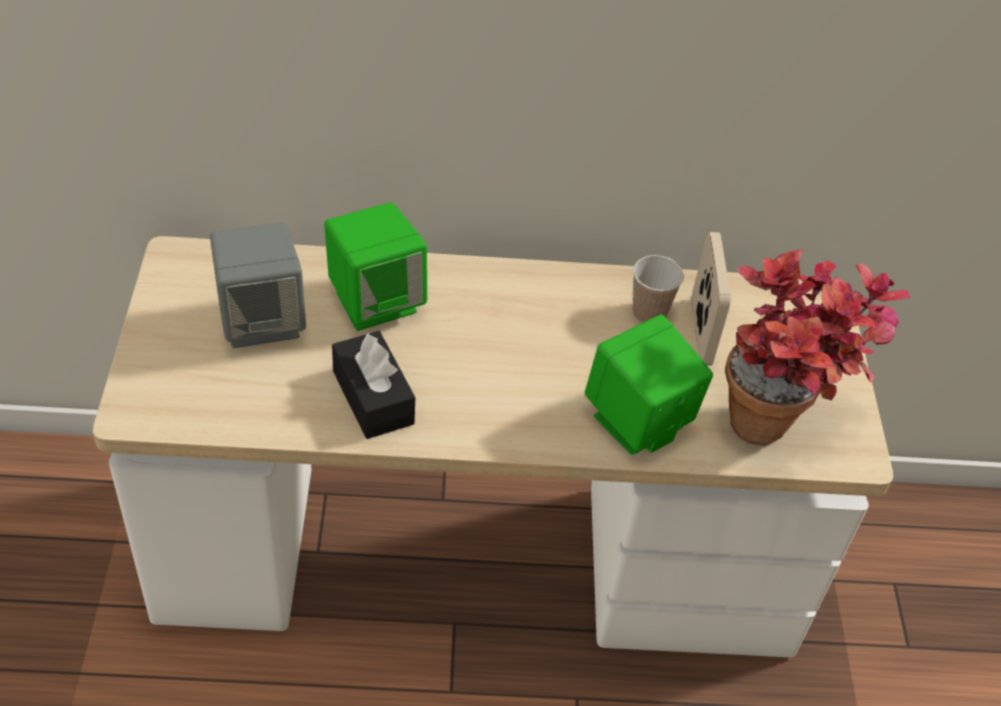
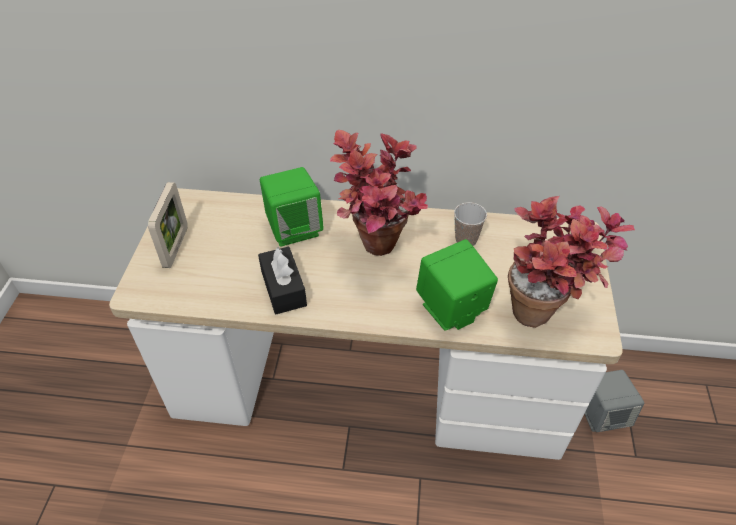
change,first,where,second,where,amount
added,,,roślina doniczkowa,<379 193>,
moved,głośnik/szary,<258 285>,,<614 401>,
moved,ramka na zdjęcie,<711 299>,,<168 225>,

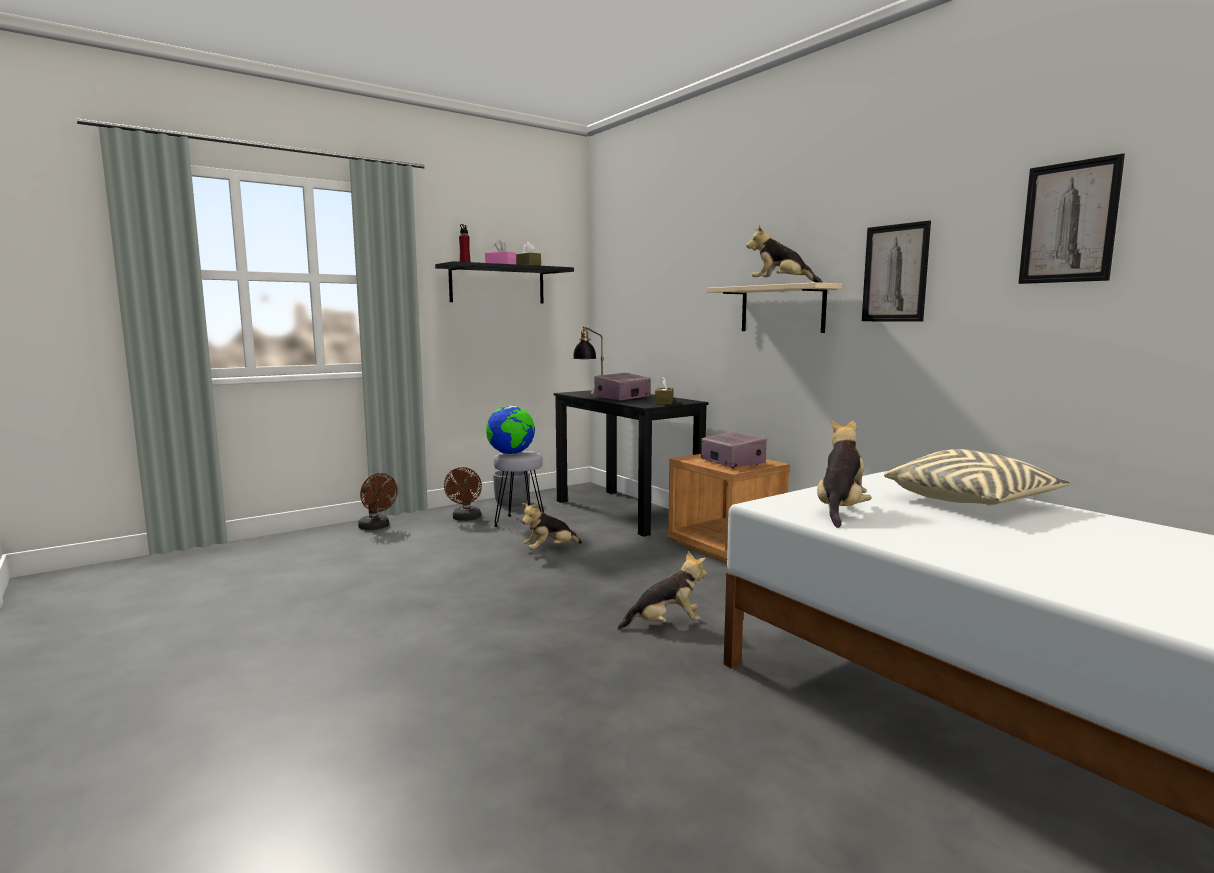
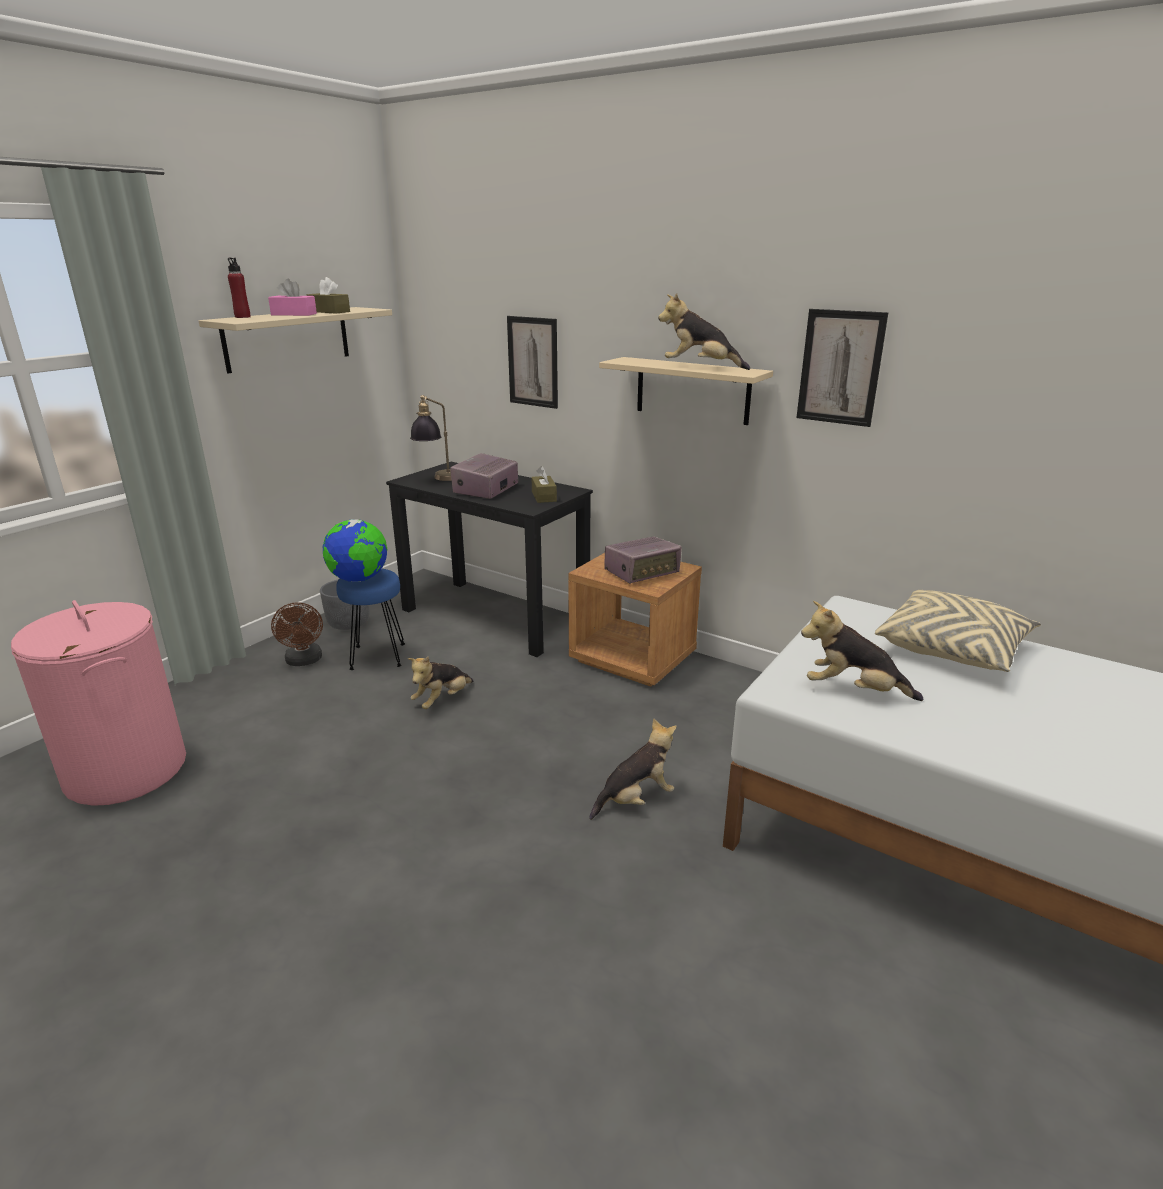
change,first,where,second,where,amount
removed,wentylator/brązowy,<378 501>,,,
added,,,kosz na pranie/różowy,<98 703>,
moved,obraz,<1071 218>,,<532 362>,
recoloured,półka/czarny,<504 282>,półka/beżowy,<295 340>,
recoloured,stołek/szary,<519 490>,stołek/niebieski,<370 619>,
turned,radio,<734 449>,,<643 560>,105 degrees clockwise
turned,pluszak,<844 473>,,<862 651>,75 degrees counterclockwise

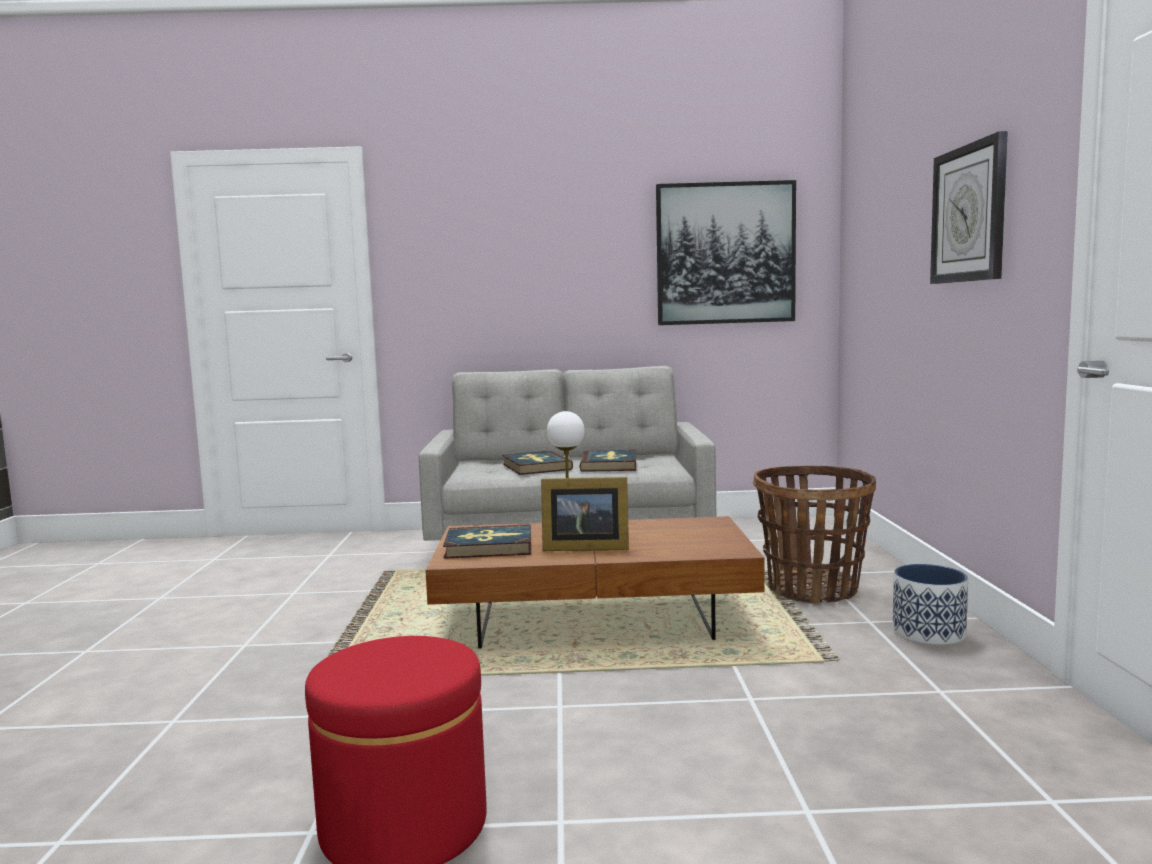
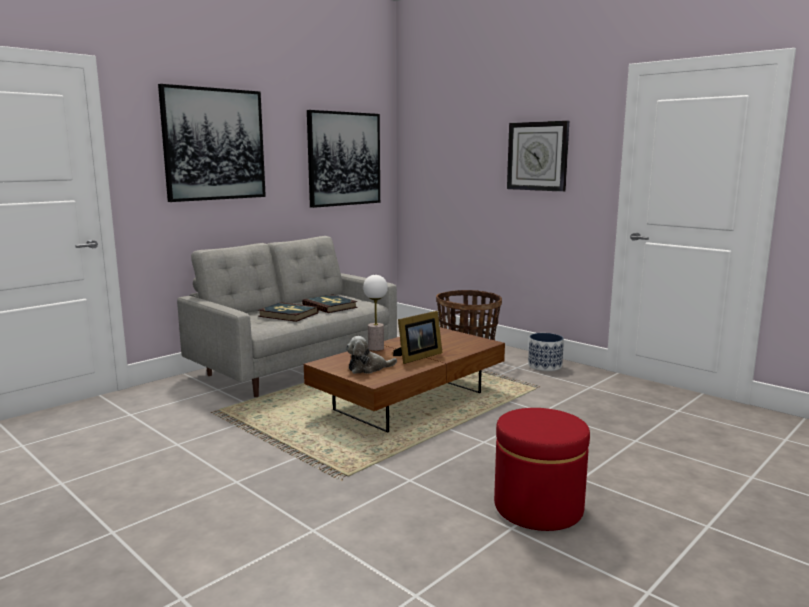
change,first,where,second,where,amount
added,,,obraz,<212 143>,
replaced,książka,<487 541>,pluszak,<371 355>,

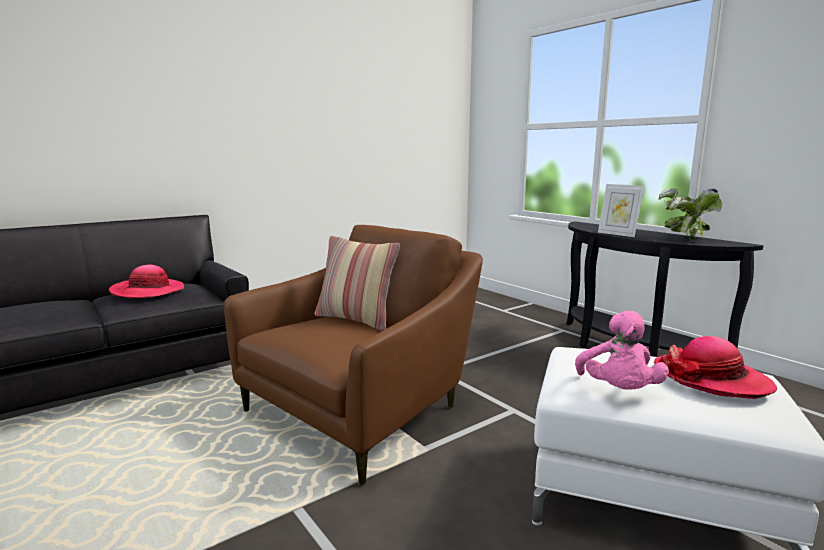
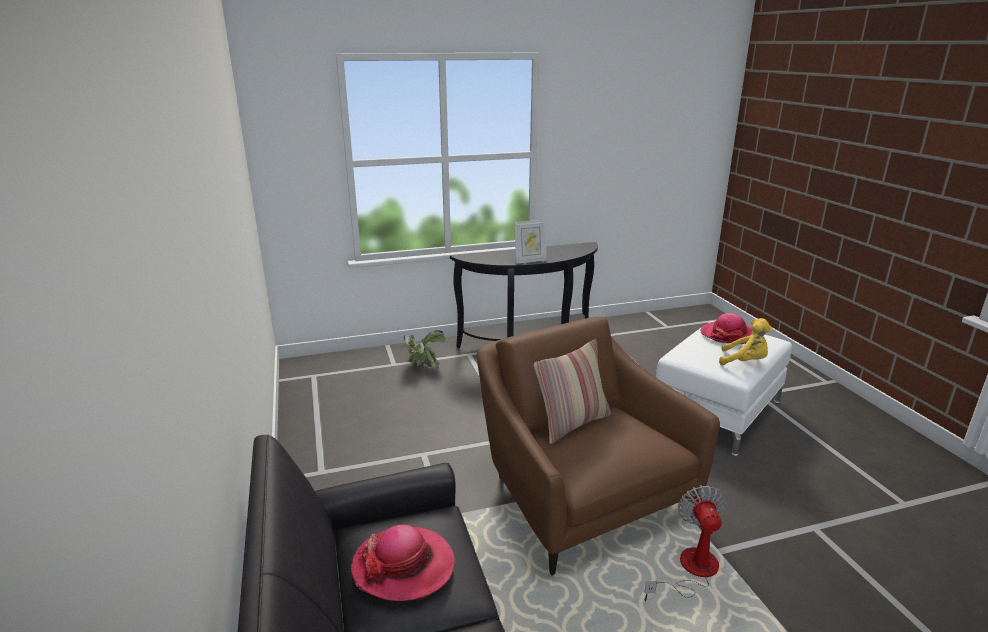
change,first,where,second,where,amount
added,,,wentylator,<685 543>,
moved,roślina doniczkowa,<690 214>,,<424 349>,
recoloured,pluszak/różowy,<622 350>,pluszak/żółty,<746 341>,

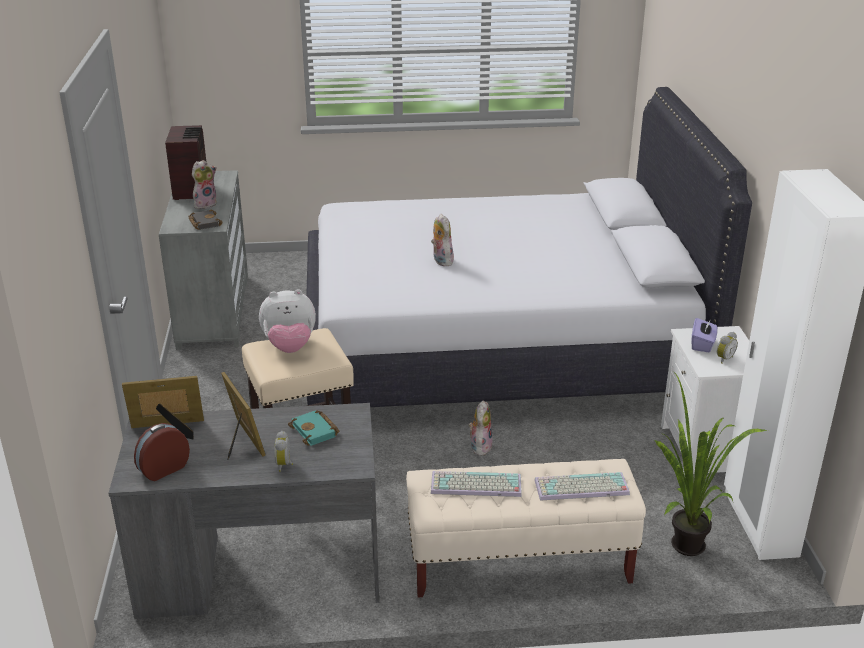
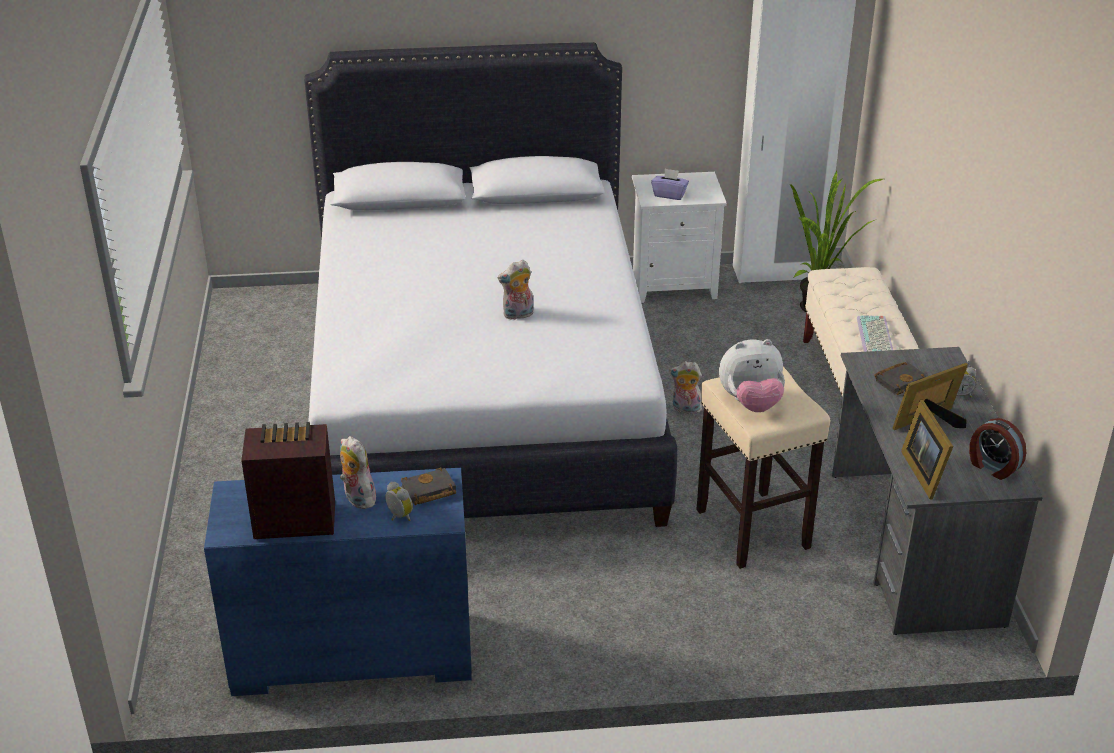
change,first,where,second,where,amount
removed,klawiatura,<582 486>,,,
moved,budzik,<727 348>,,<399 501>,
recoloured,komoda/szary,<203 260>,komoda/niebieski,<338 582>,
recoloured,książka/turkusowy,<313 428>,książka/czarny,<900 378>,
turned,pluszak,<287 321>,,<752 375>,90 degrees clockwise

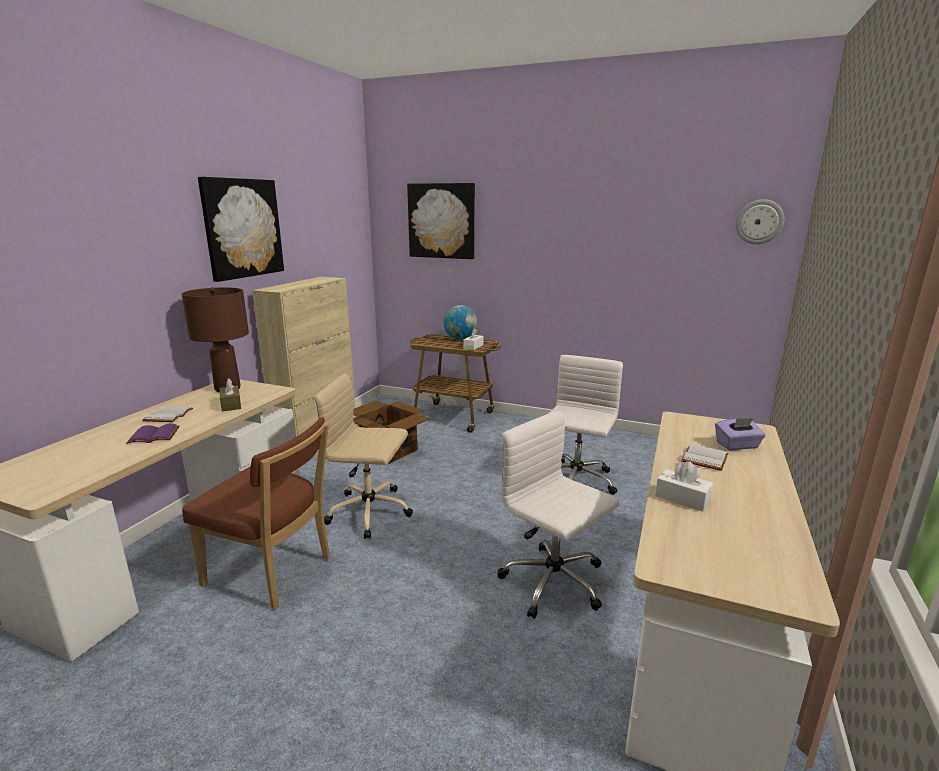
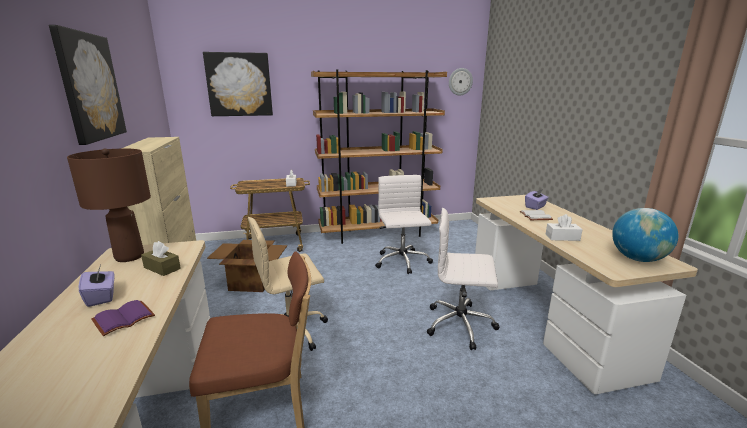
change,first,where,second,where,amount
added,,,regał/brązowy,<379 156>,
moved,globus,<461 322>,,<645 235>,
replaced,książka/biały,<167 414>,pudełko chusteczek/fioletowy,<97 286>,

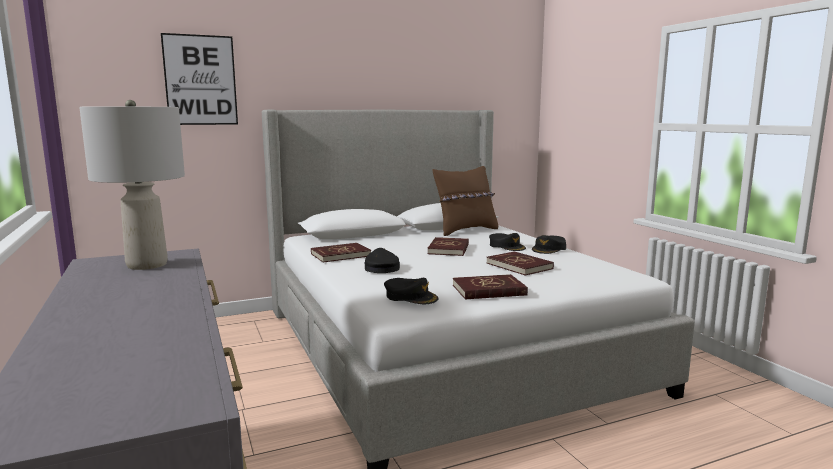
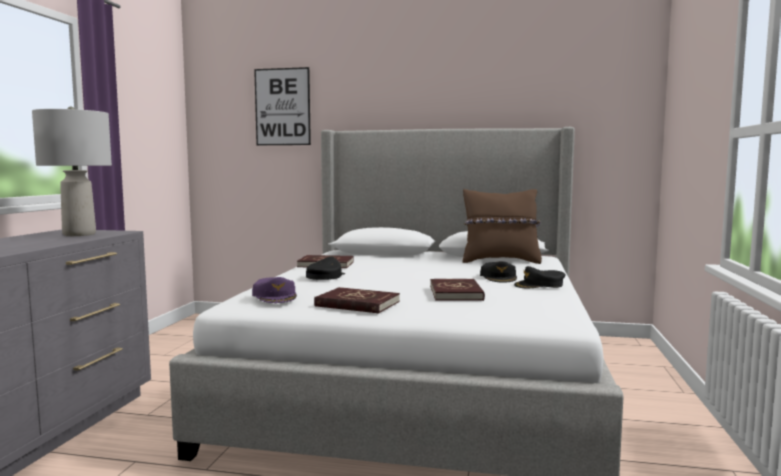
change,first,where,second,where,amount
removed,książka/czerwony,<448 246>,,,
recoloured,czapka z daszkiem/czarny,<411 291>,czapka z daszkiem/fioletowy,<274 290>,

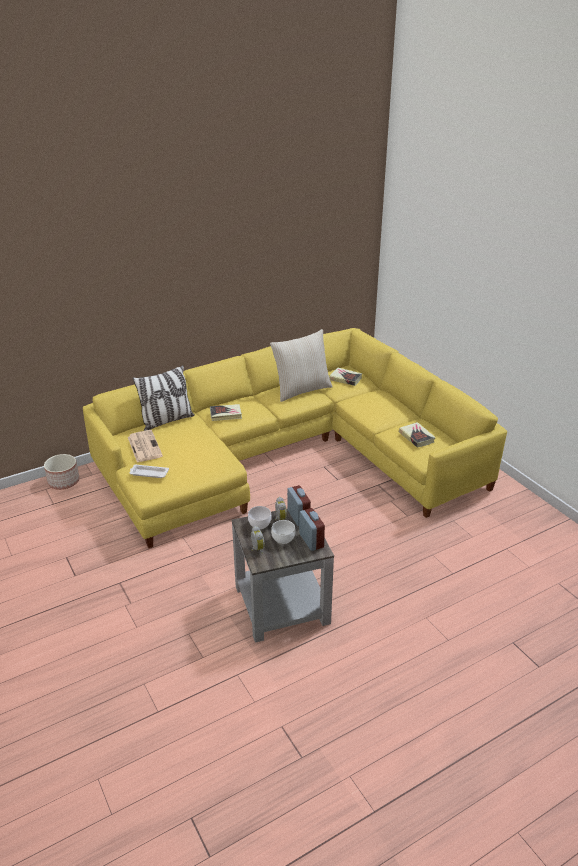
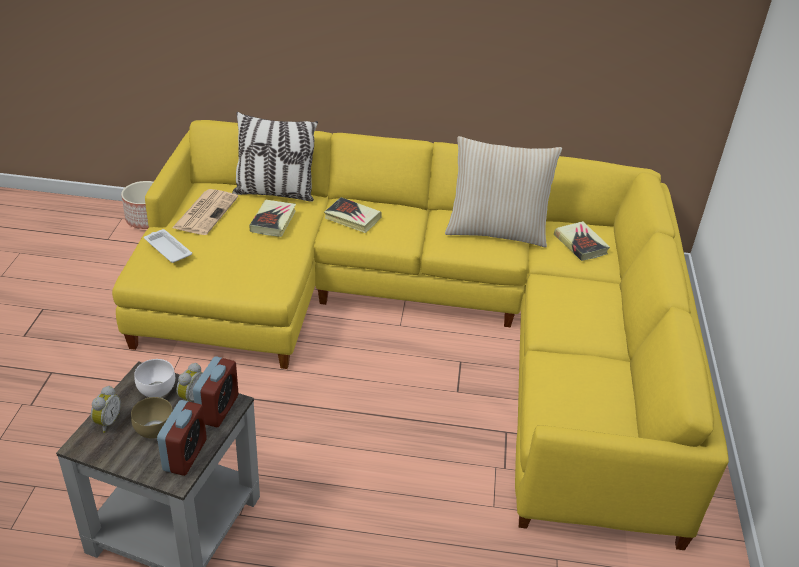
change,first,where,second,where,amount
moved,książka,<417 435>,,<273 218>,
recoloured,miska/biały,<283 532>,miska/brązowy,<152 418>,

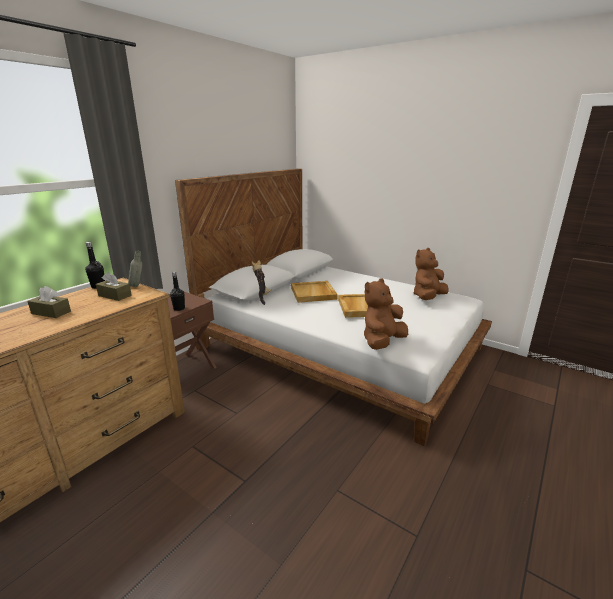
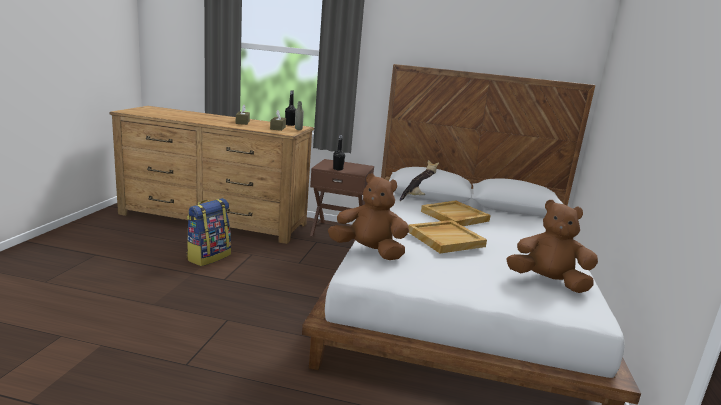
change,first,where,second,where,amount
added,,,plecak,<208 232>,

